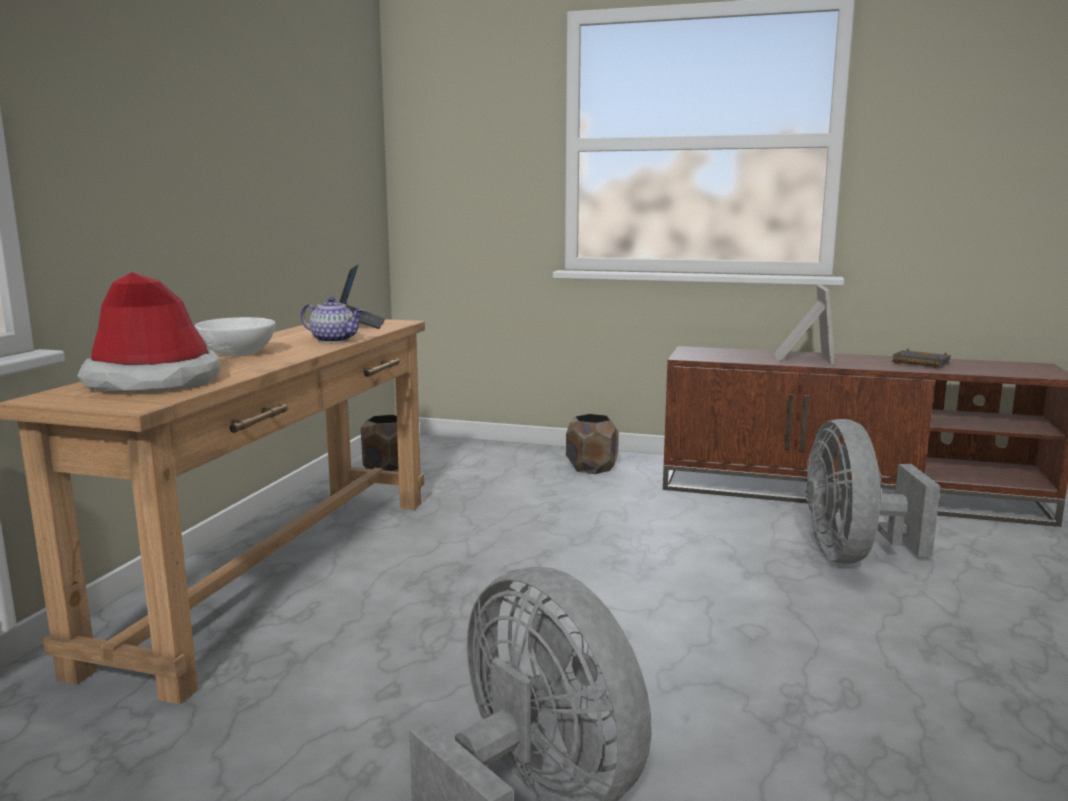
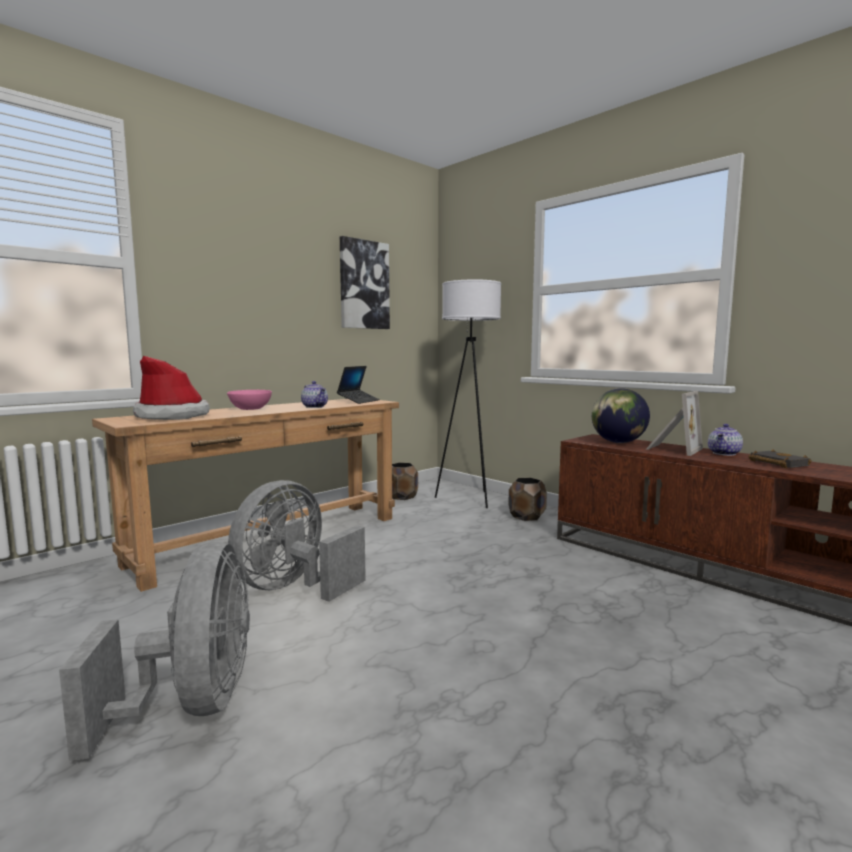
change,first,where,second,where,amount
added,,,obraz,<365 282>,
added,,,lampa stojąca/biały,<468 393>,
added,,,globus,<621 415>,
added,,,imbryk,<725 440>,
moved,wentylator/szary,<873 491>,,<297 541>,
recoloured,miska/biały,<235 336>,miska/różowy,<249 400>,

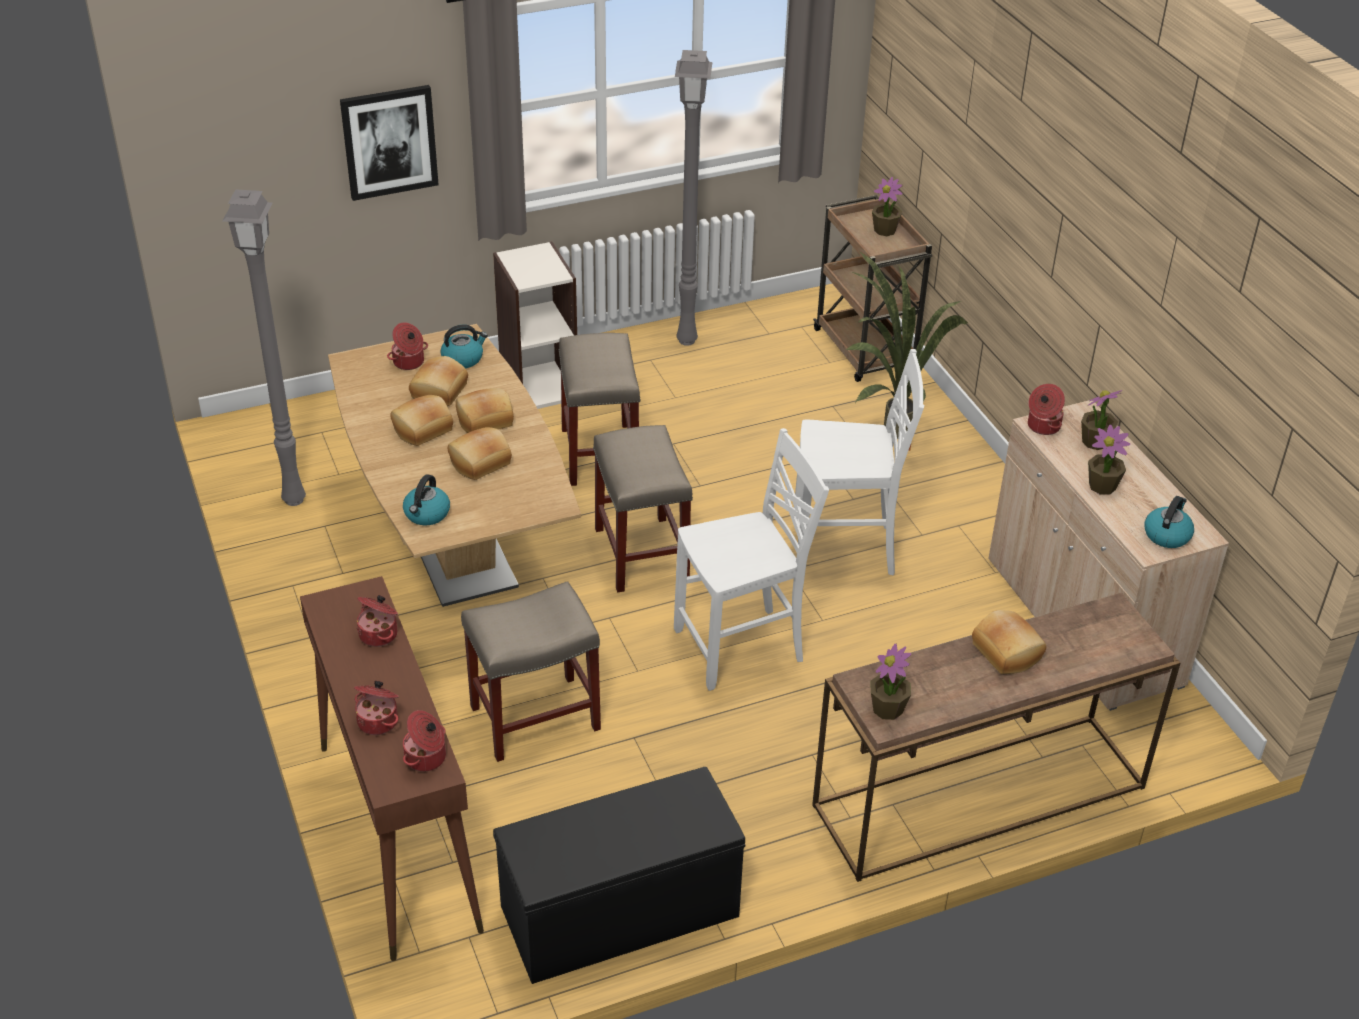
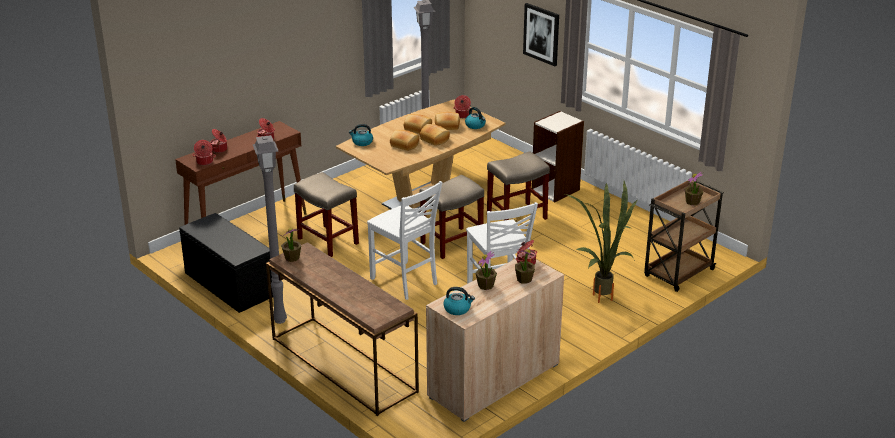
change,first,where,second,where,amount
removed,chleb,<1009 642>,,,
moved,lampa stojąca/szary,<693 198>,,<270 229>,

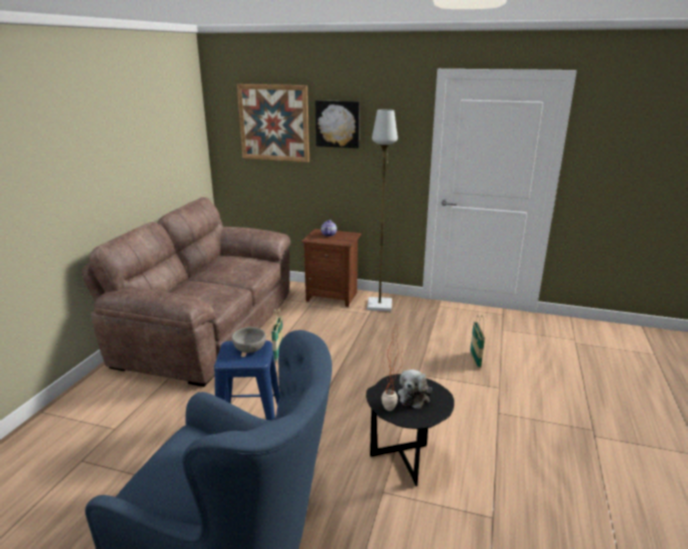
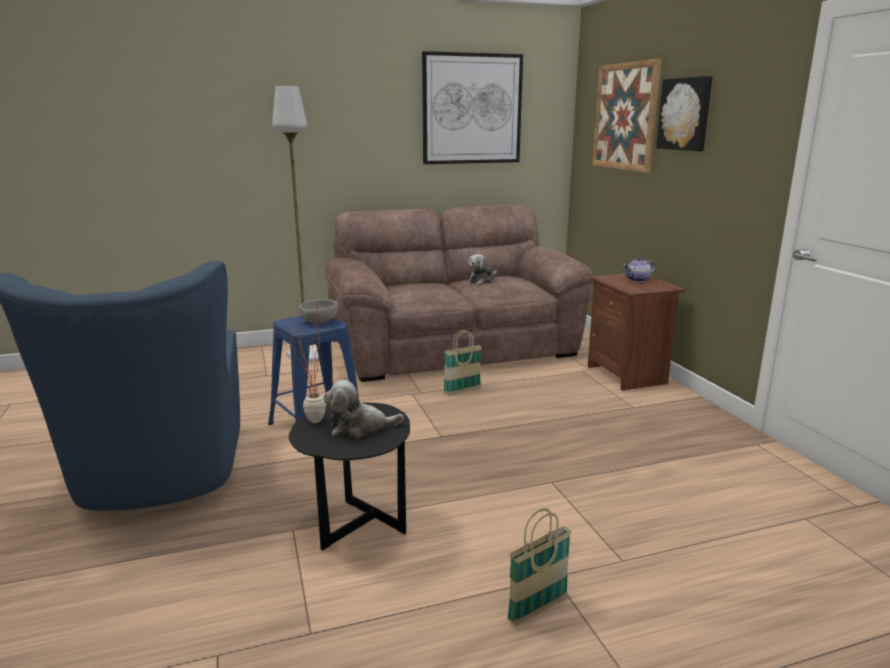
change,first,where,second,where,amount
added,,,obraz,<472 107>,
added,,,pluszak,<482 269>,
moved,lampa stojąca/szary,<382 210>,,<295 224>,
moved,koszyk,<477 341>,,<539 566>,

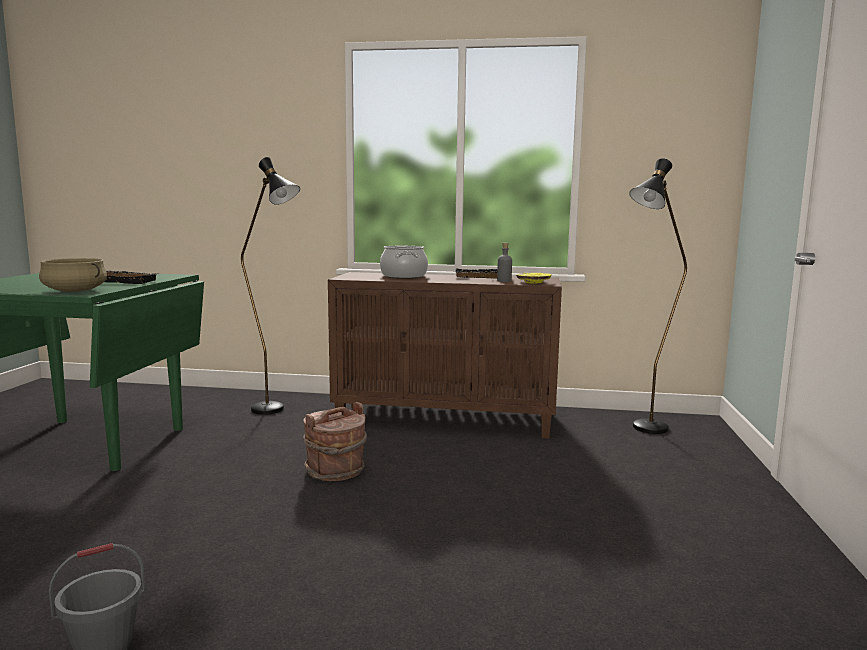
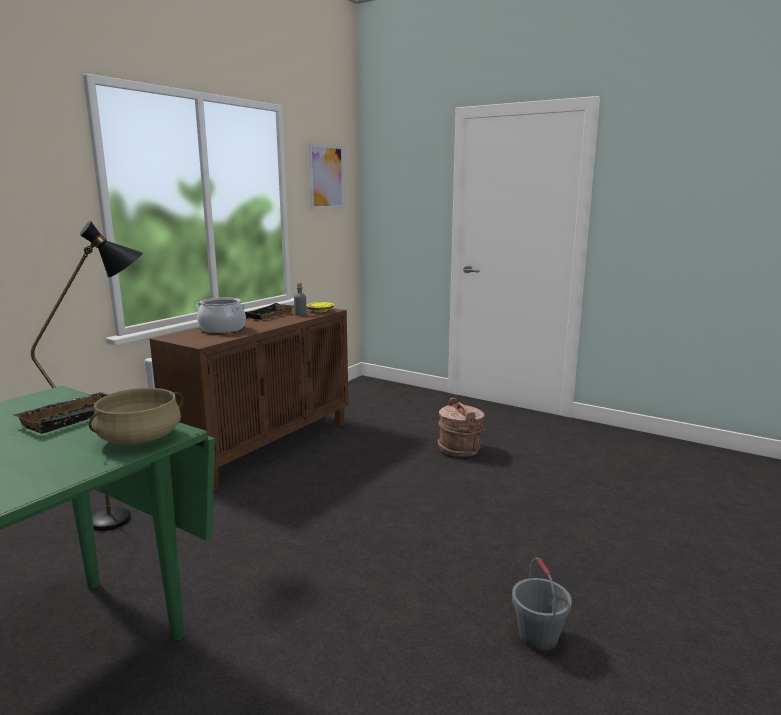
change,first,where,second,where,amount
removed,lampa stojąca/czarny,<658 296>,,,
added,,,obraz,<326 176>,
moved,wiadro/brązowy,<335 441>,,<461 427>,

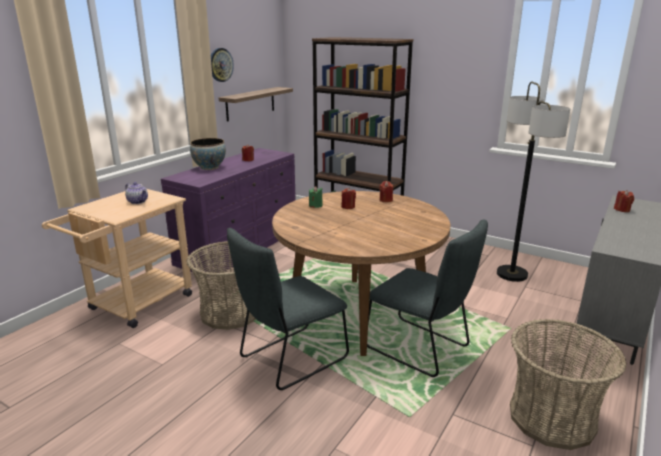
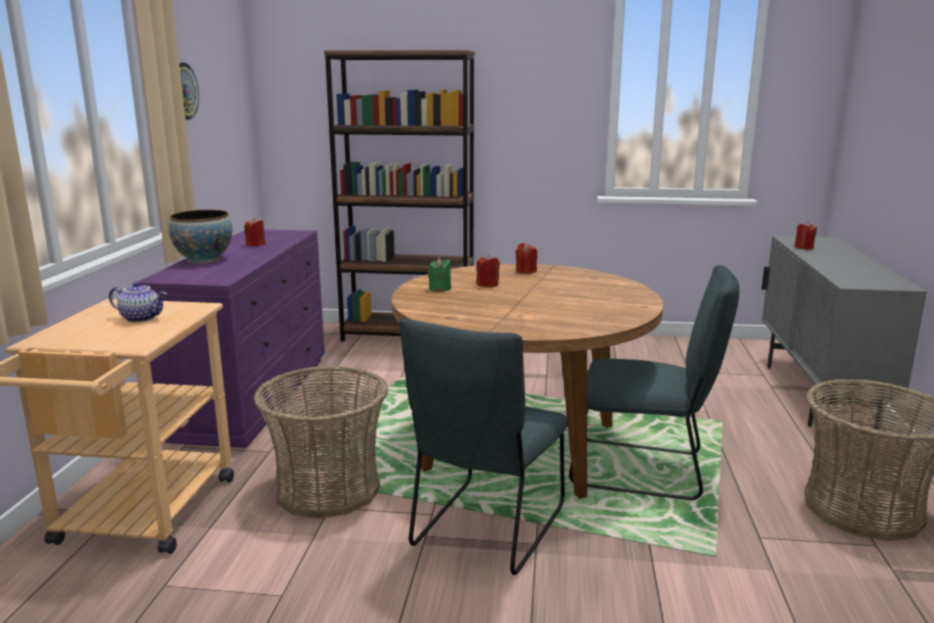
change,first,where,second,where,amount
removed,półka,<256 104>,,,
removed,lampa stojąca,<533 182>,,,

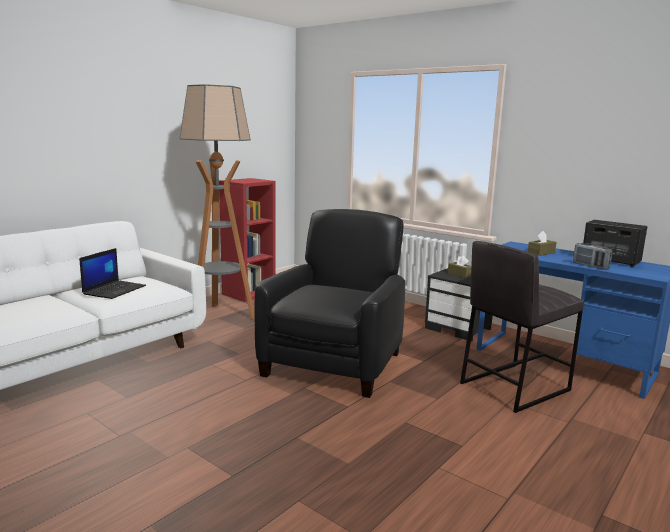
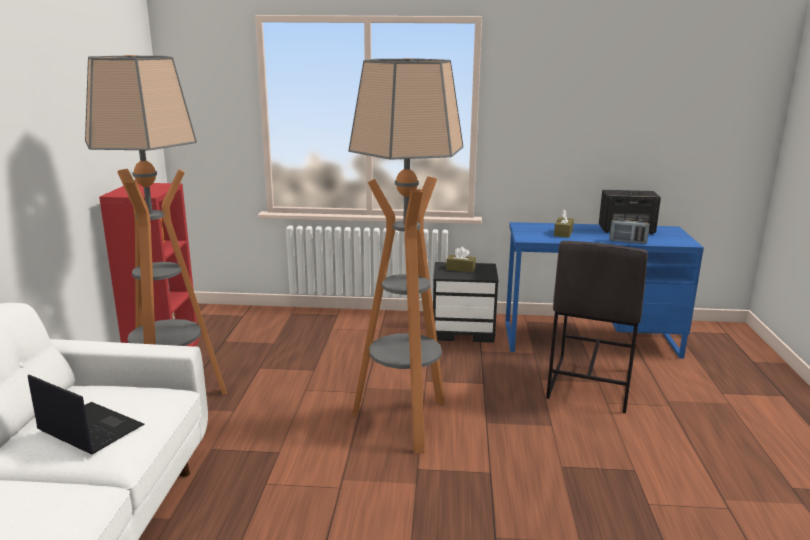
change,first,where,second,where,amount
replaced,fotel/czarny,<330 303>,lampa stojąca,<405 256>,
turned,laptop,<112 273>,,<86 414>,45 degrees counterclockwise

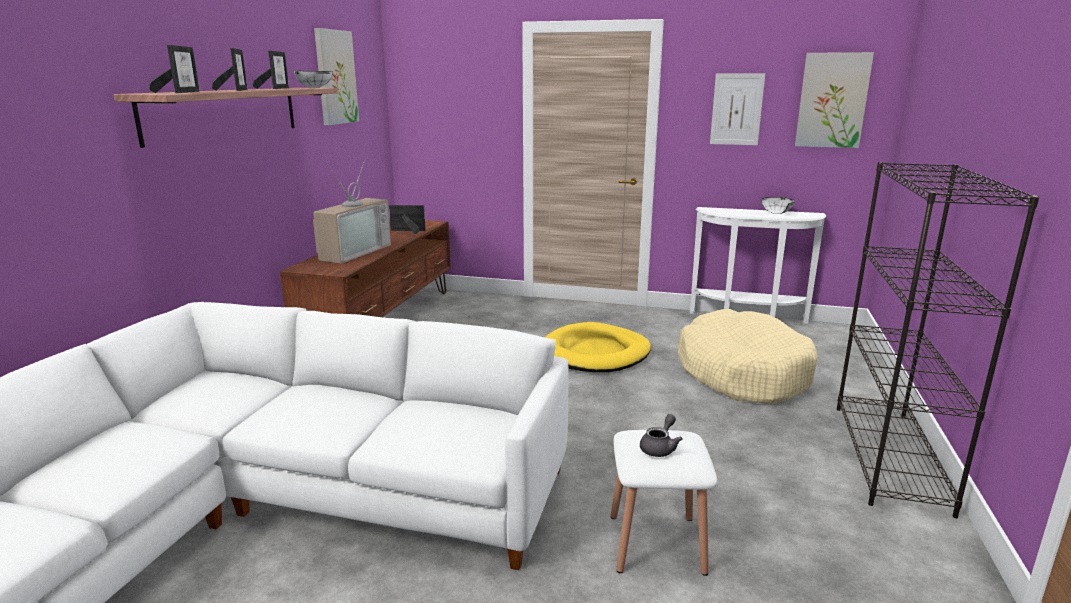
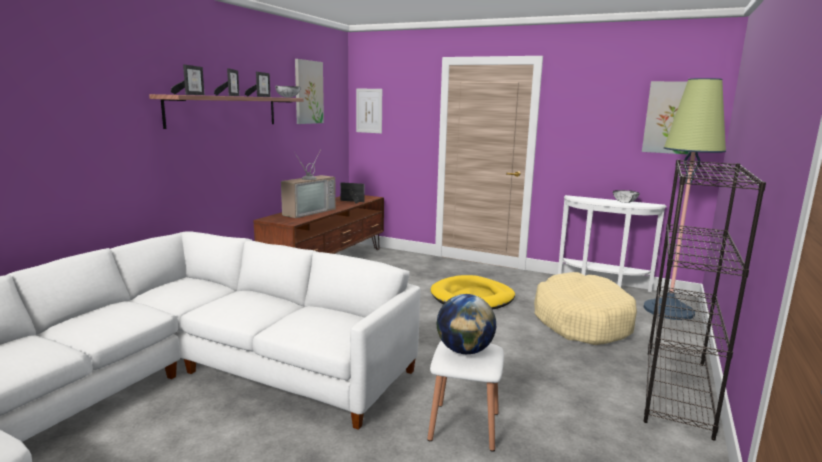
change,first,where,second,where,amount
added,,,lampa stojąca,<684 199>,
moved,obraz,<737 109>,,<369 111>,
replaced,imbryk/szary,<661 435>,globus,<466 324>,

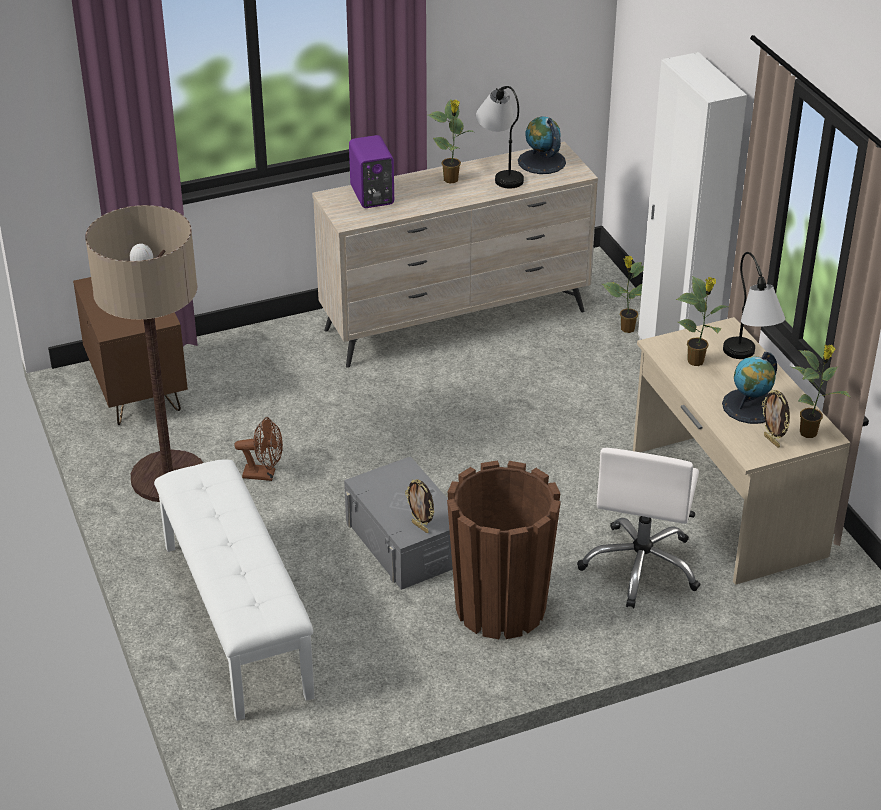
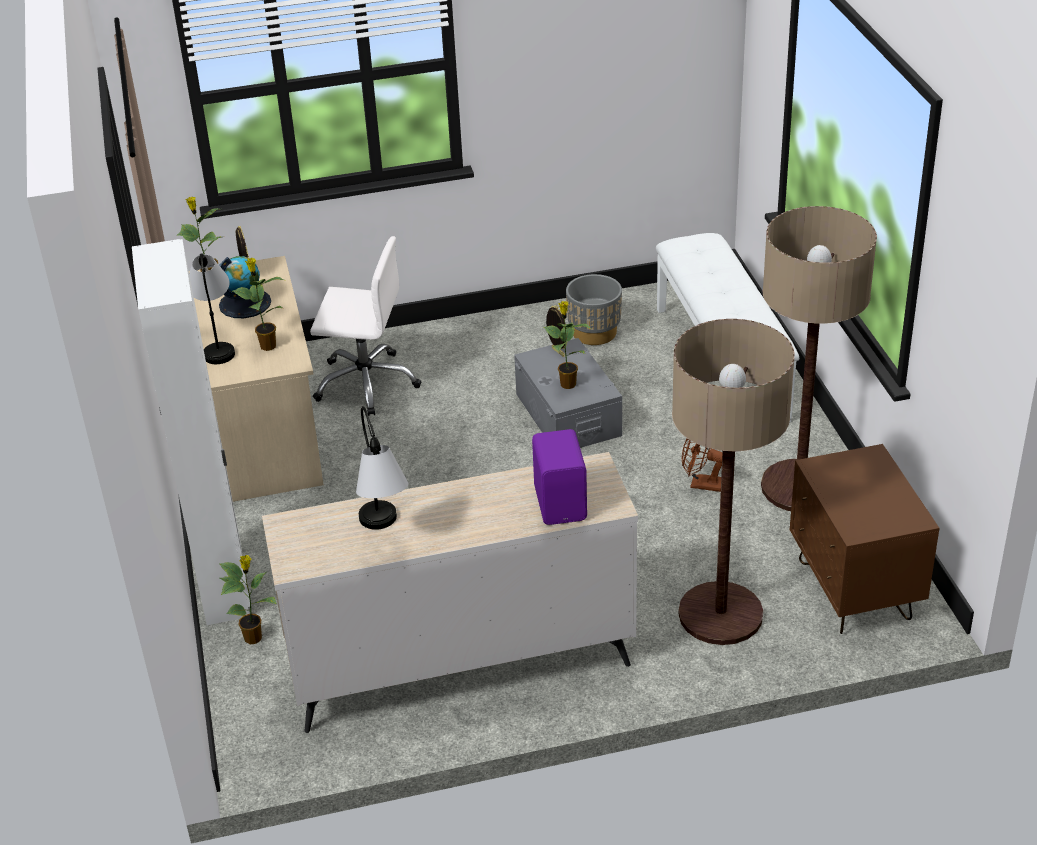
change,first,where,second,where,amount
removed,donica/brązowy,<504 550>,,,
removed,globus,<542 145>,,,
added,,,donica/szary,<594 309>,
added,,,lampa stojąca,<733 482>,
moved,roślina doniczkowa,<451 141>,,<567 345>,
turned,krzesło biurowe/biały,<638 528>,,<365 326>,75 degrees clockwise

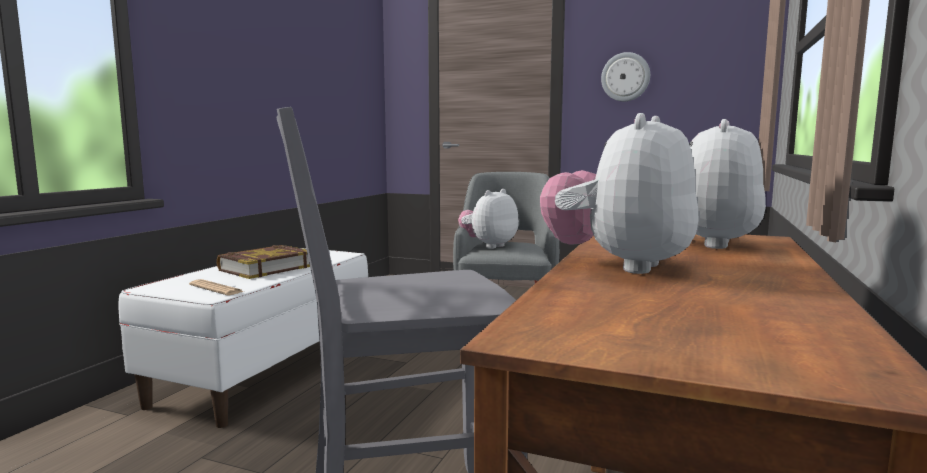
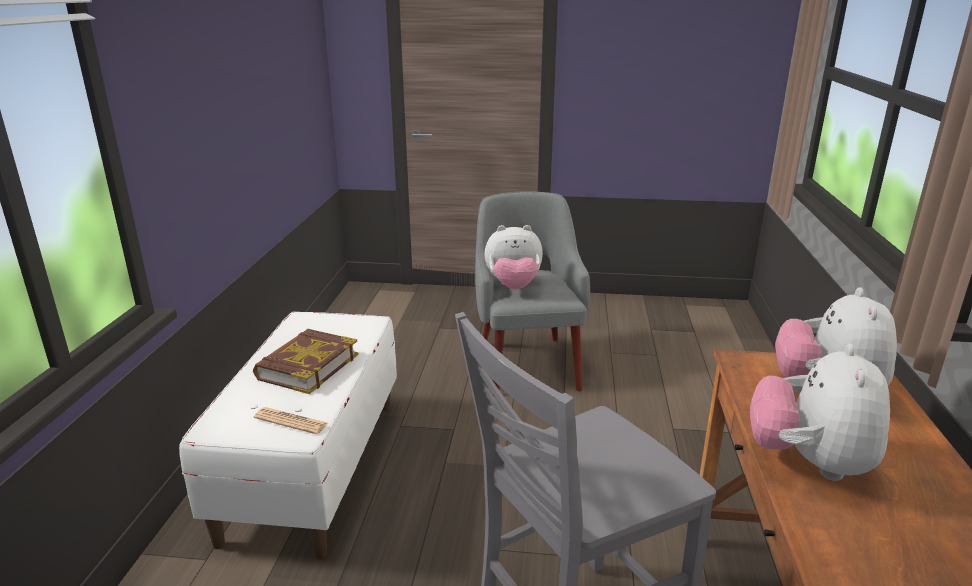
change,first,where,second,where,amount
removed,zegar ścienny,<625 76>,,,
turned,pluszak,<488 219>,,<513 257>,120 degrees counterclockwise

